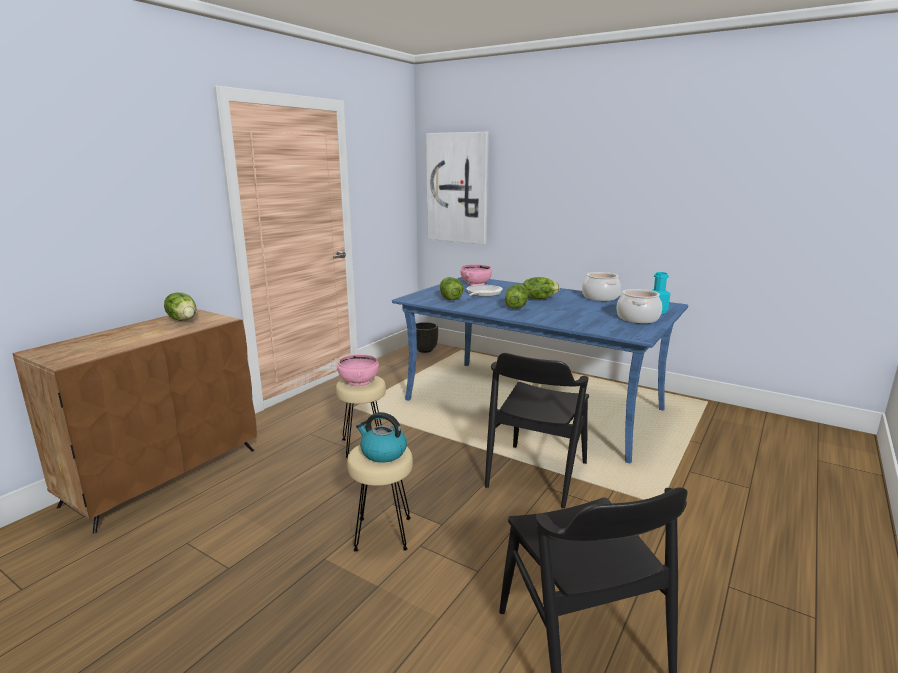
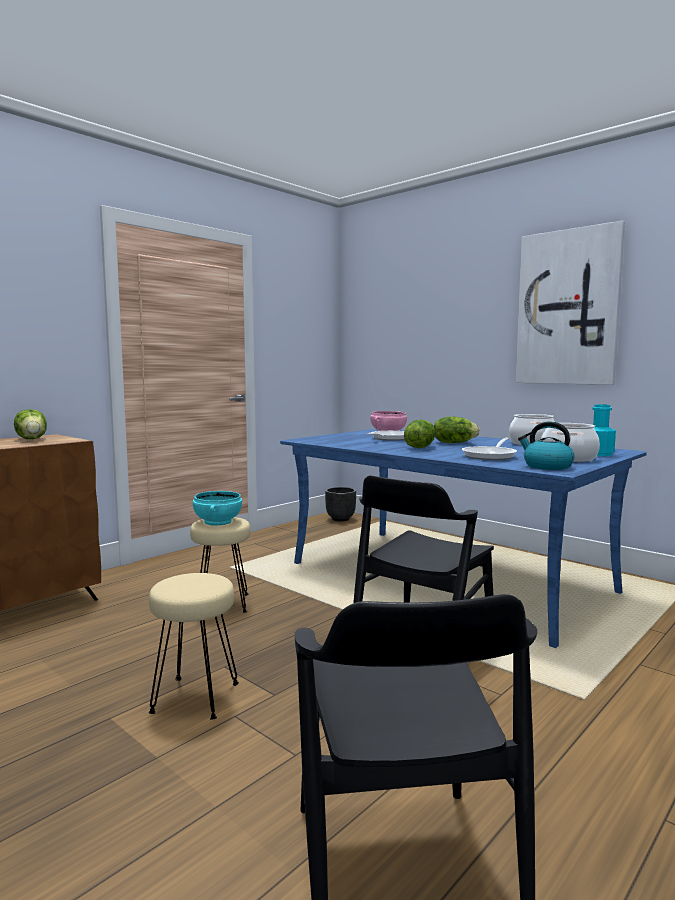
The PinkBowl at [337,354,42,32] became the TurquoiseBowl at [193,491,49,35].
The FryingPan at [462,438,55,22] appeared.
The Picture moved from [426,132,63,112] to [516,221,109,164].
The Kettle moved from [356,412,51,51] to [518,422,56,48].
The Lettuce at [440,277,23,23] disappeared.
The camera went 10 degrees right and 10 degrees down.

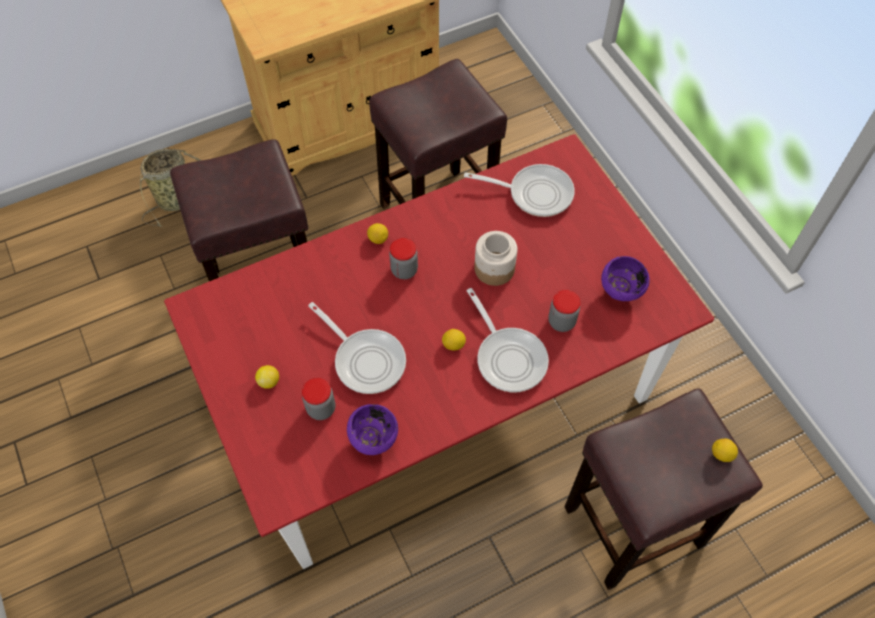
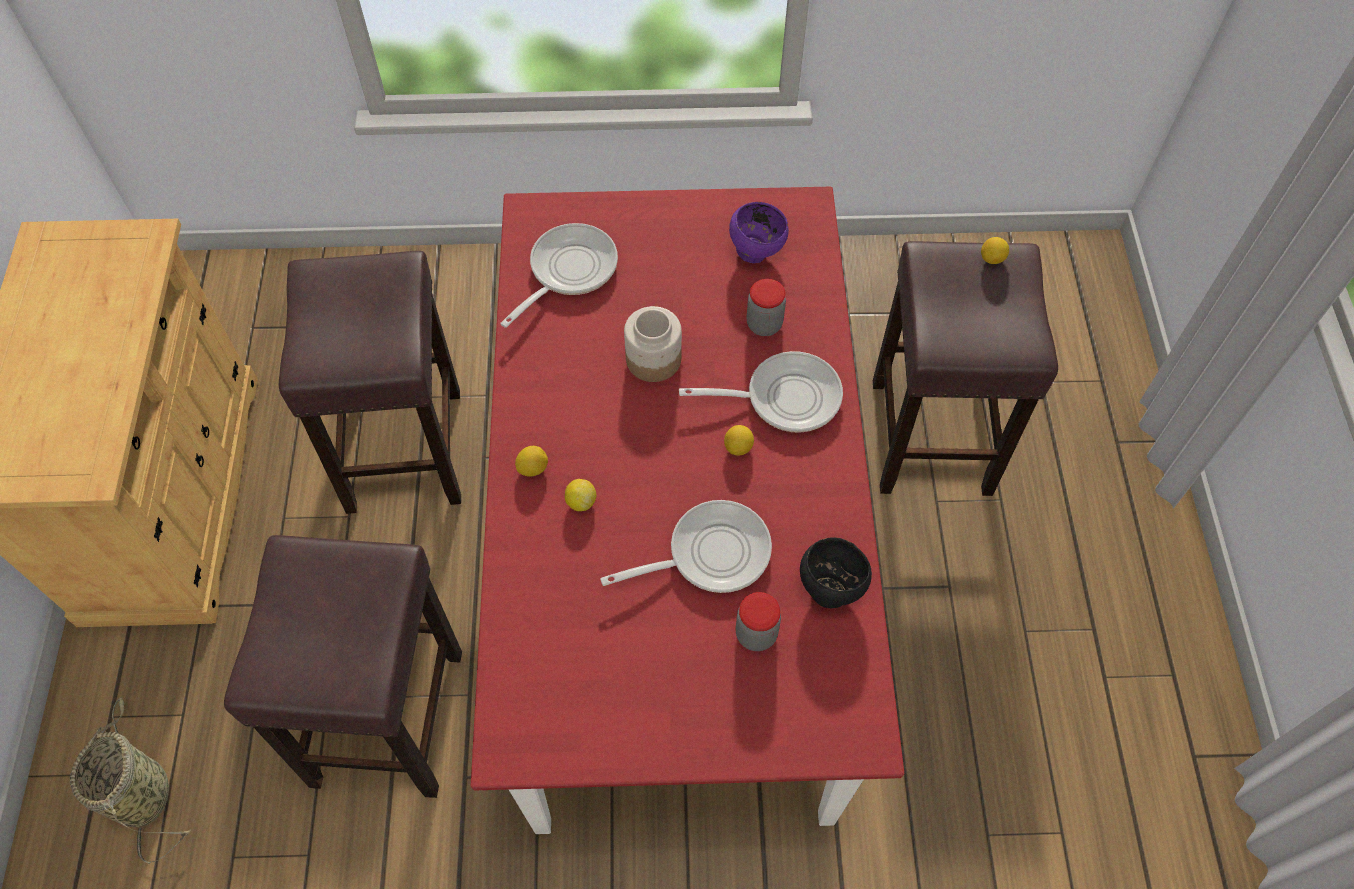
The Lemon moved from [255,365,24,24] to [565,479,31,32].
The PurpleBowl at [347,404,51,51] became the BlackBowl at [800,537,72,71].
The Jar at [389,238,29,42] disappeared.
The camera went 65 degrees left and 0 degrees up.

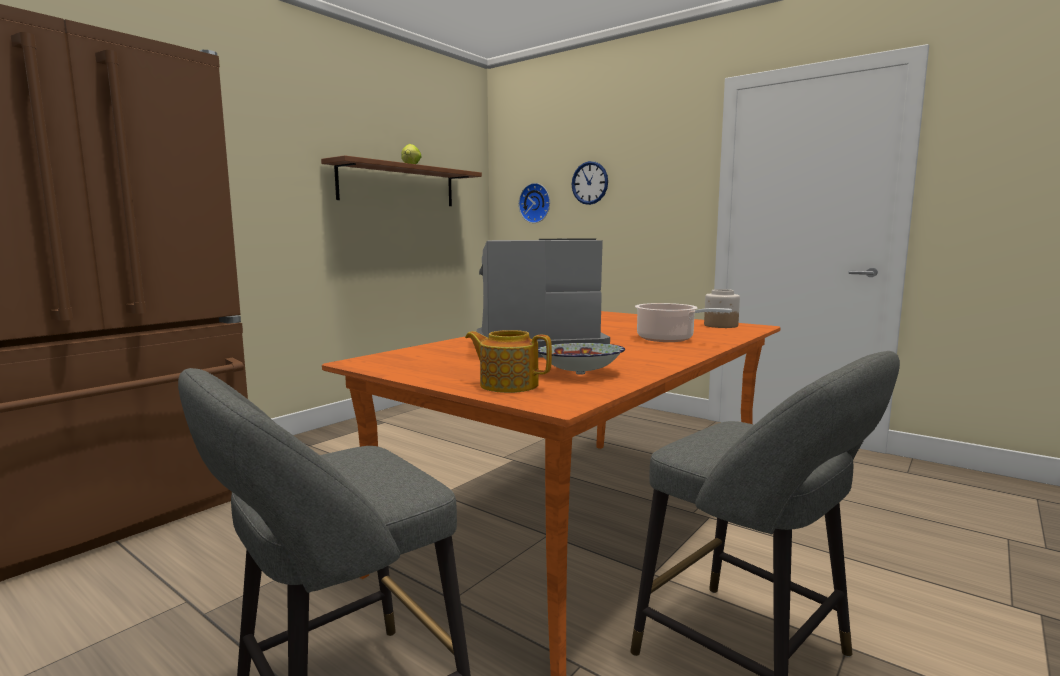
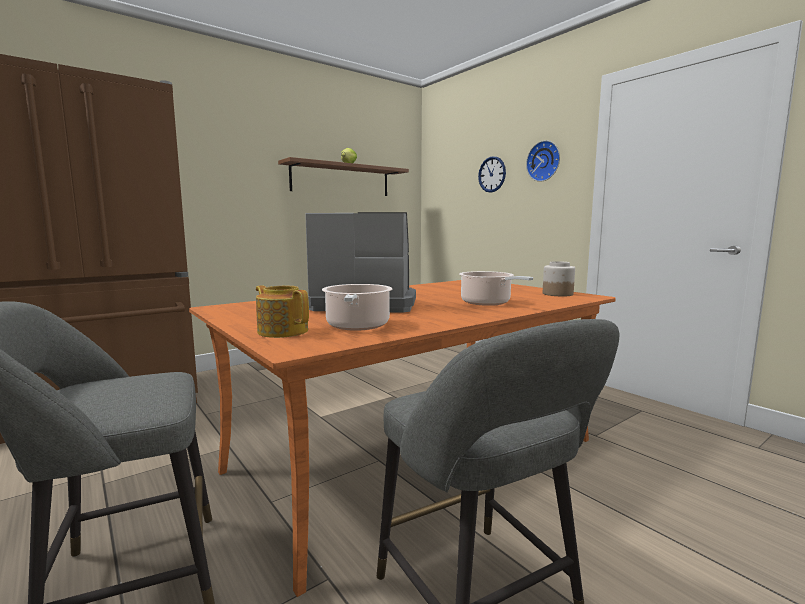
The Bowl at [538,343,87,32] was replaced by the CookingPot at [322,284,71,47].
The WallClock moved from [519,183,31,40] to [526,140,34,42].
The camera went 15 degrees right and 0 degrees up.

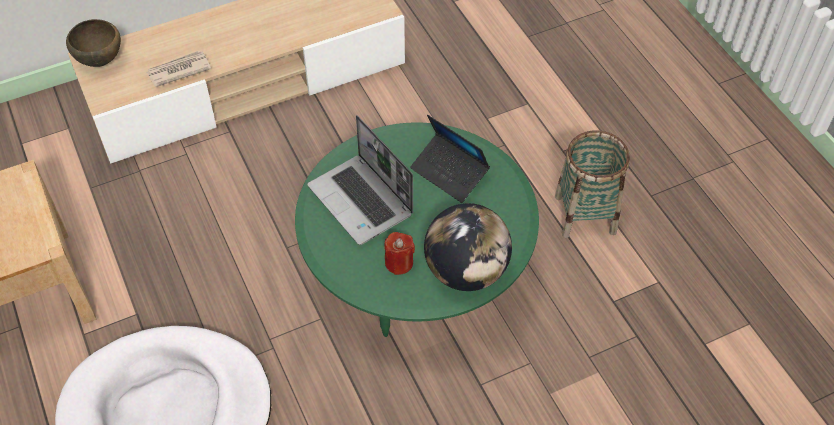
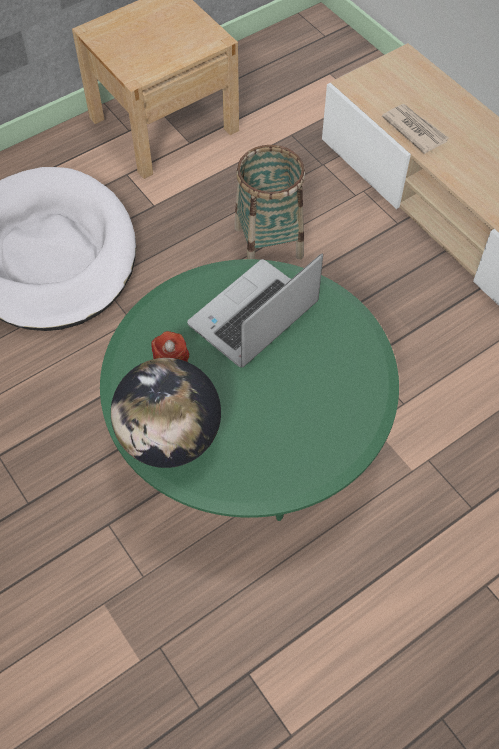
The Basket moved from [555,130,75,108] to [234,145,71,114].
The BrownBowl at [66,19,55,48] disappeared.
The Laptop at [410,115,80,88] disappeared.
The camera went 80 degrees right and 5 degrees up.

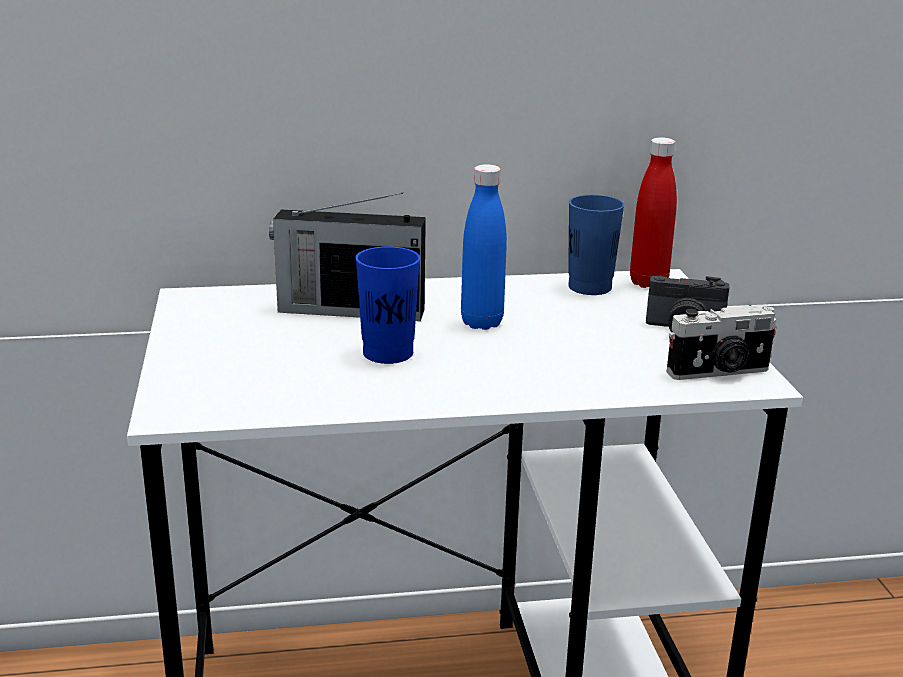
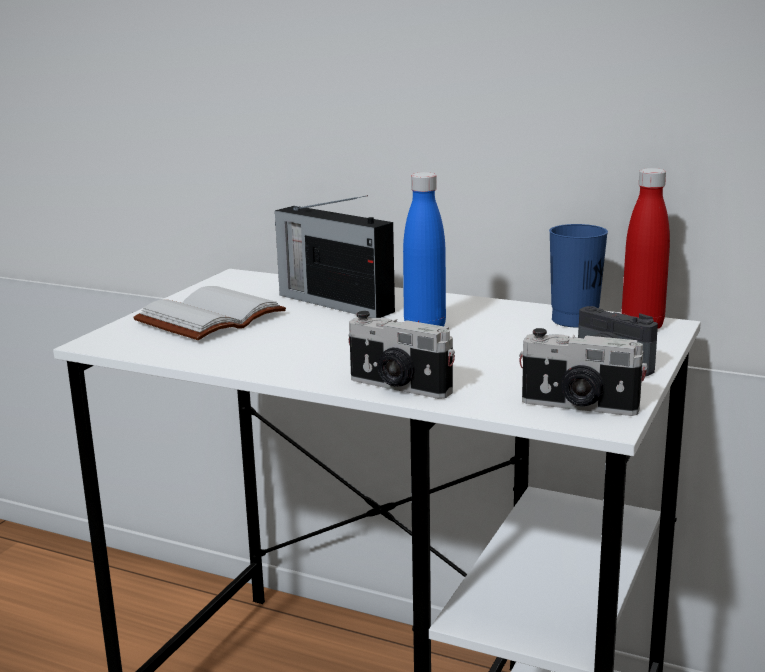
The WhiteBook at [133,286,153,54] appeared.
The PhotoCamera at [348,311,107,88] appeared.
The BlueCup at [355,246,65,118] disappeared.
The camera went 35 degrees right and 5 degrees down.

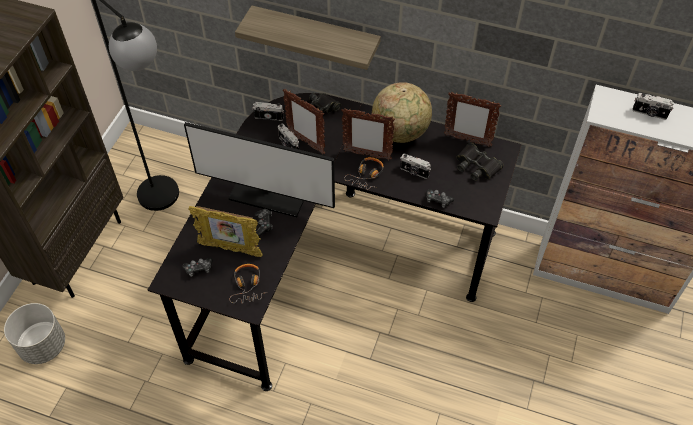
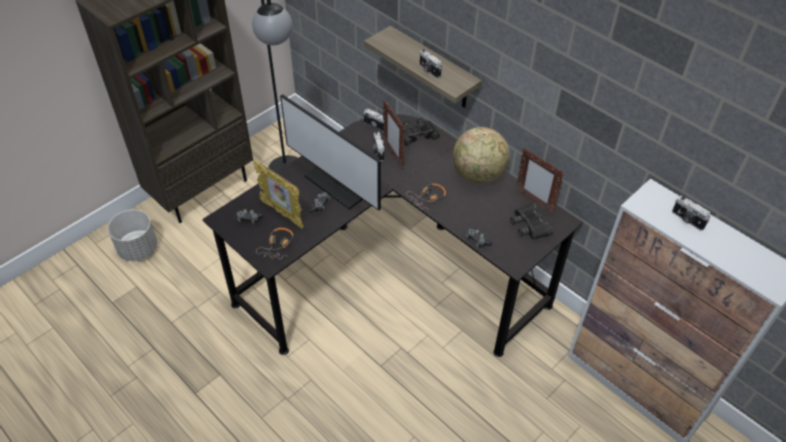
The PhotoCamera moved from [400,153,31,26] to [420,49,22,29].
The PictureFrame at [341,108,54,52] disappeared.
The camera went 25 degrees right and 5 degrees down.

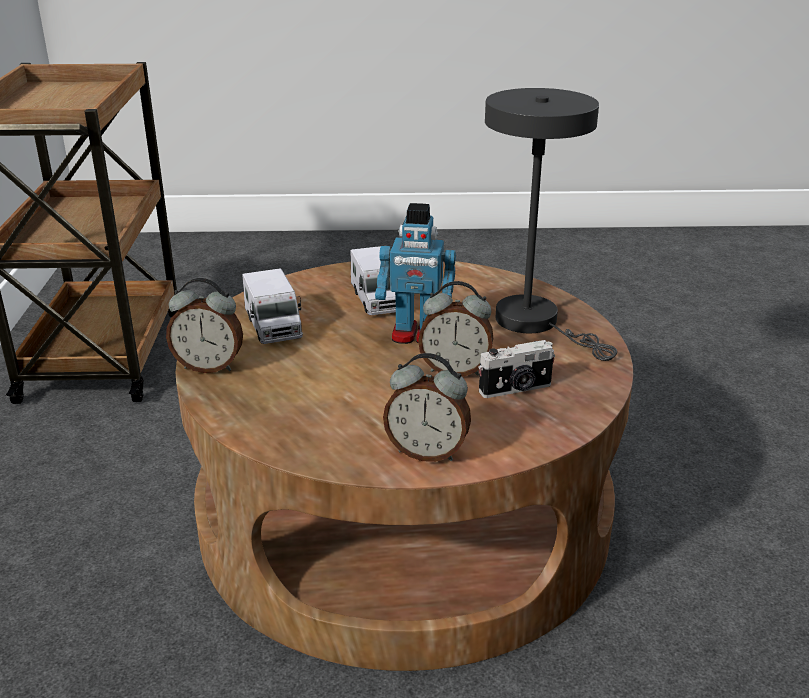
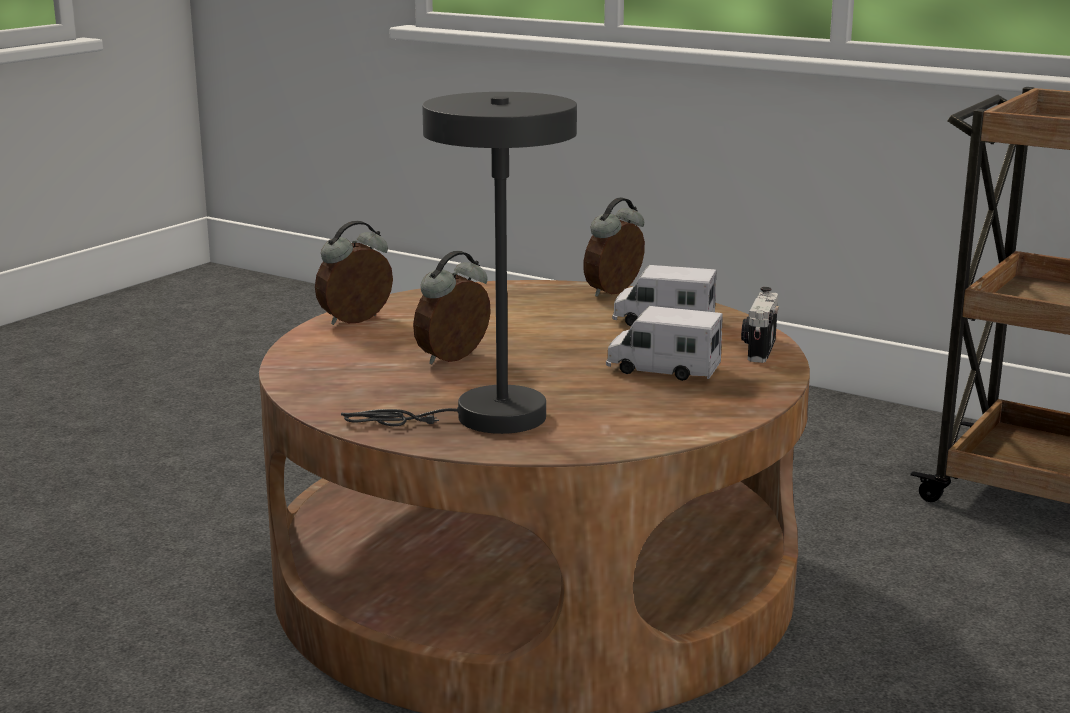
The PhotoCamera moved from [478,340,77,58] to [741,287,38,76].
The ToyRobot at [375,203,81,141] disappeared.
The camera went 125 degrees right and 10 degrees down.

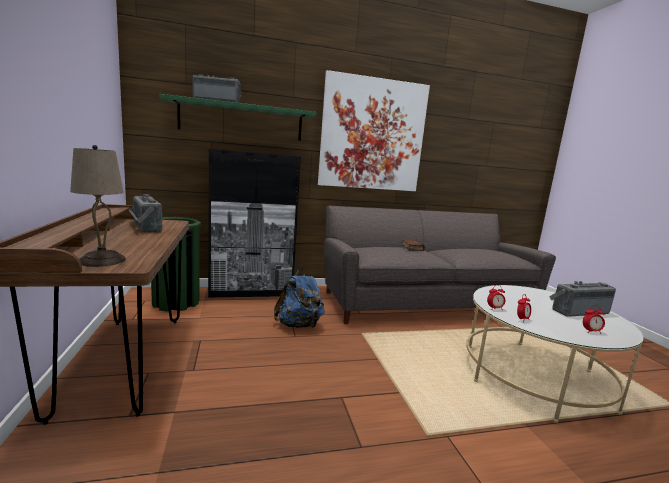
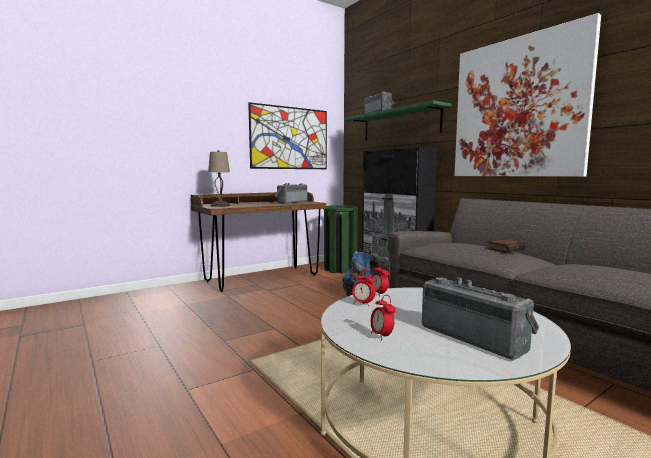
The Picture at [248,102,79,67] appeared.
The camera went 70 degrees right and 5 degrees down.

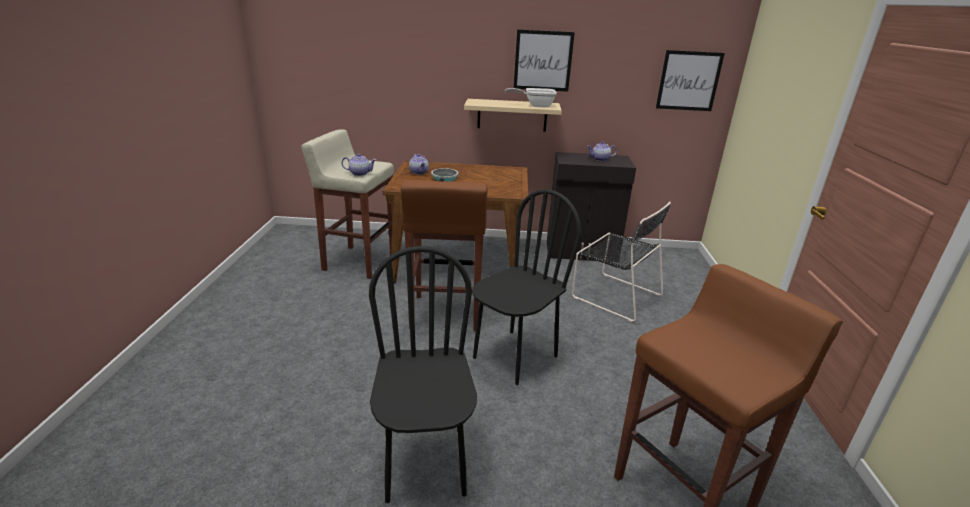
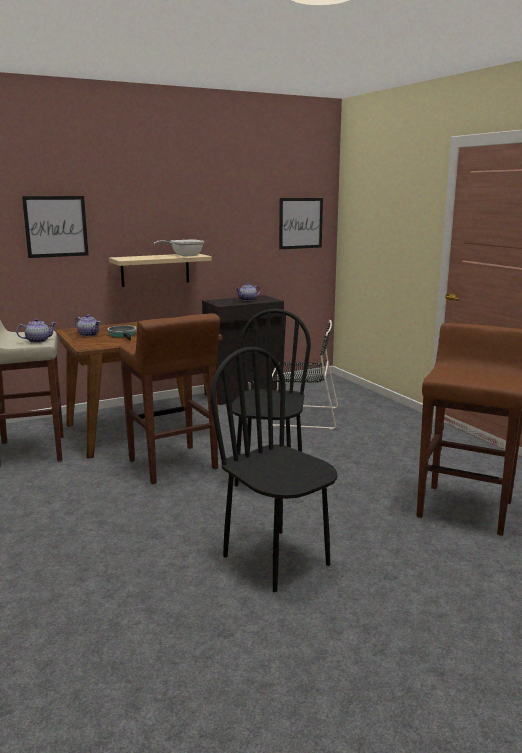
The Picture moved from [514,29,61,63] to [22,196,66,62].
The camera went 30 degrees left and 10 degrees down.

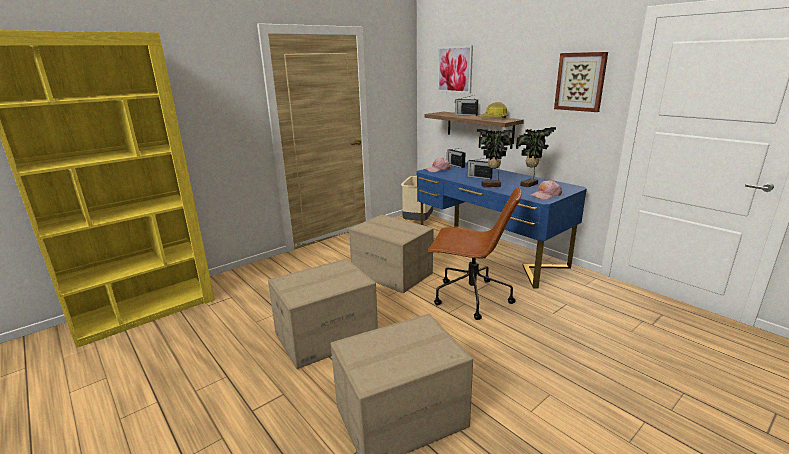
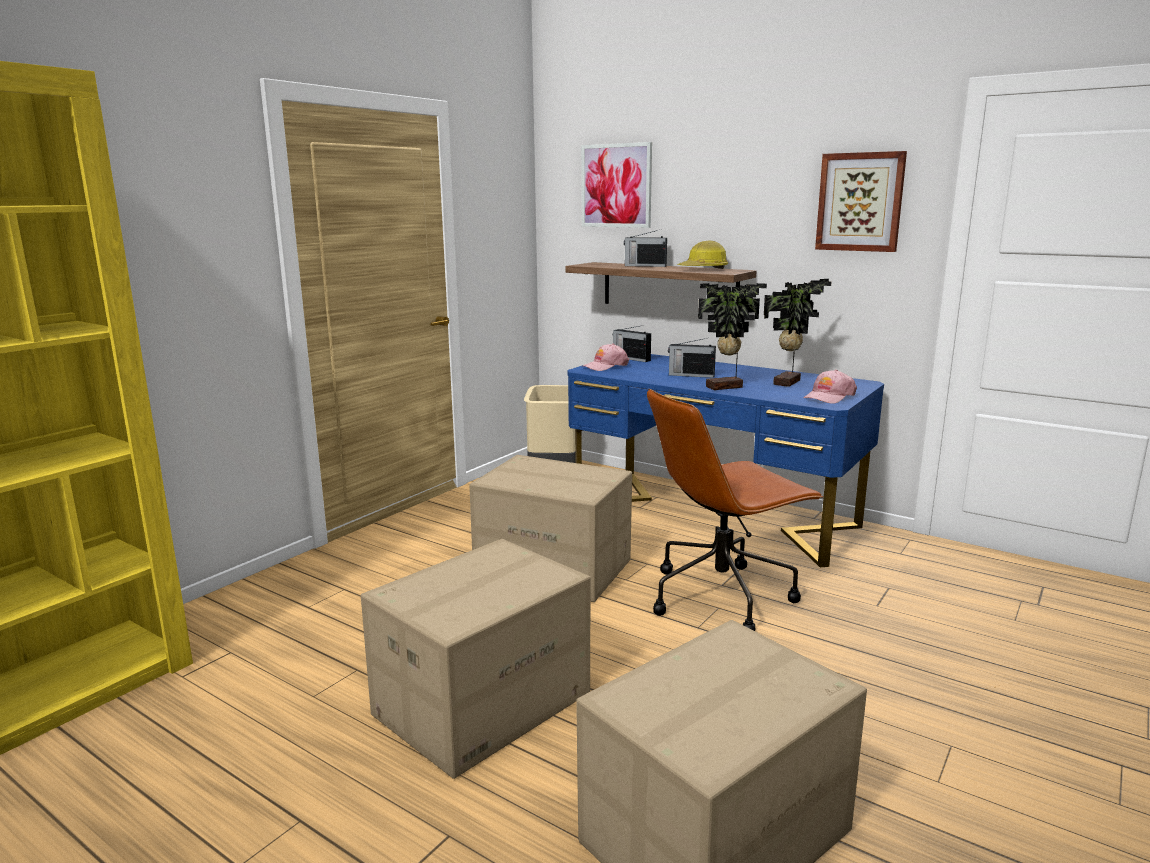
The BrownOfficeChair at [428,187,93,133] turned 150 degrees clockwise.
The camera went 15 degrees left and 5 degrees down.

